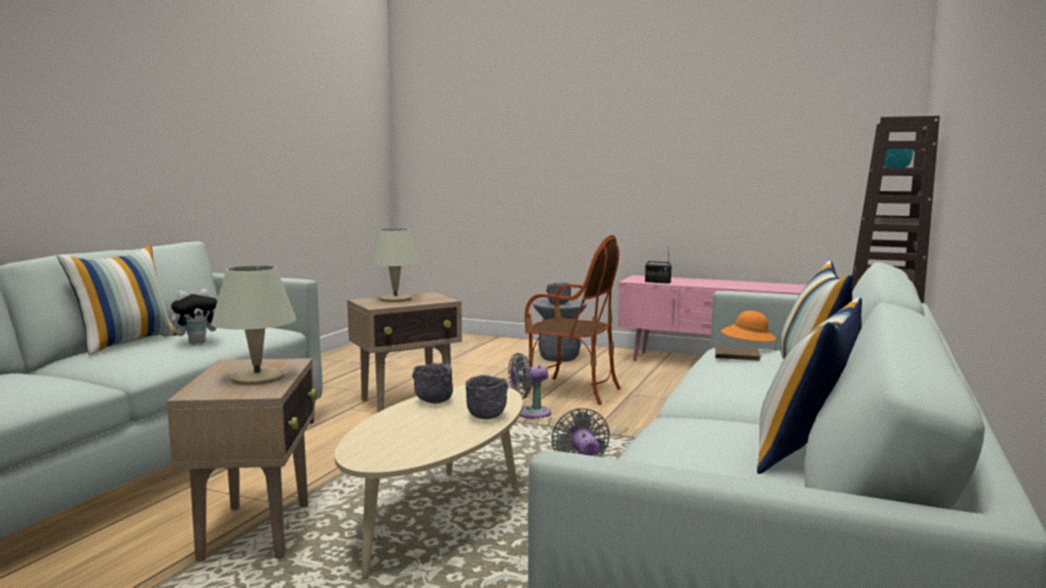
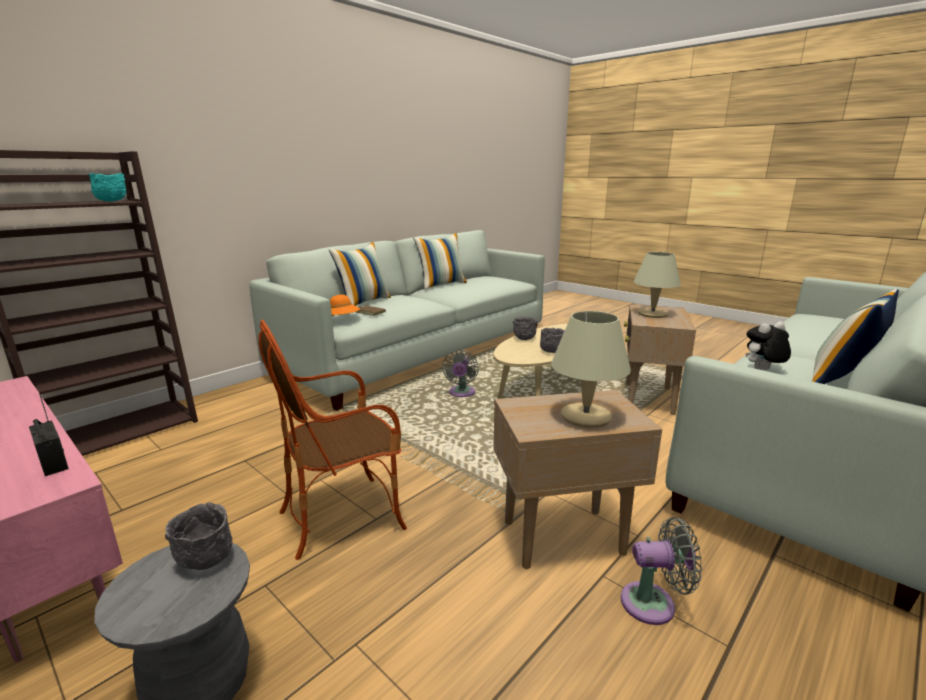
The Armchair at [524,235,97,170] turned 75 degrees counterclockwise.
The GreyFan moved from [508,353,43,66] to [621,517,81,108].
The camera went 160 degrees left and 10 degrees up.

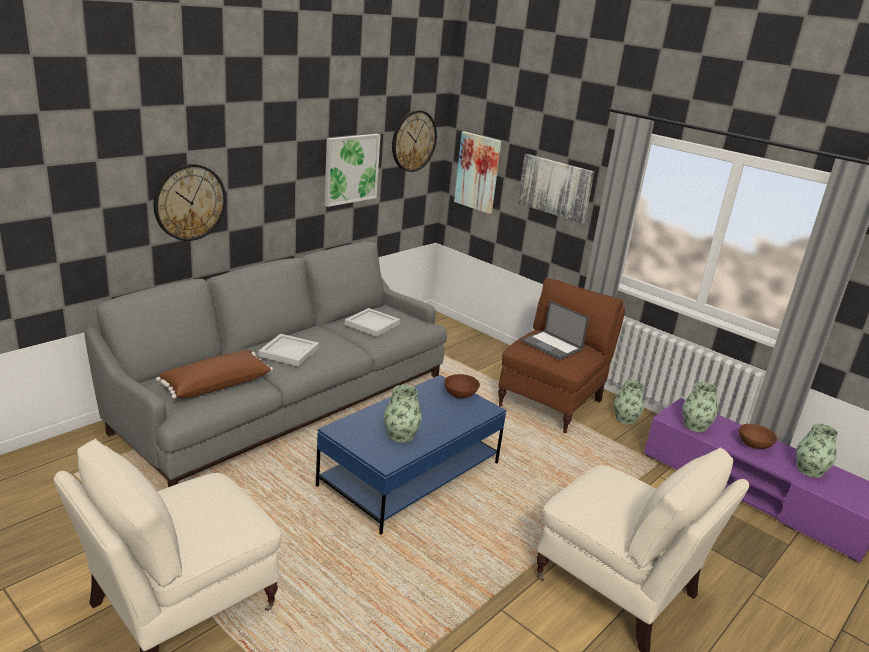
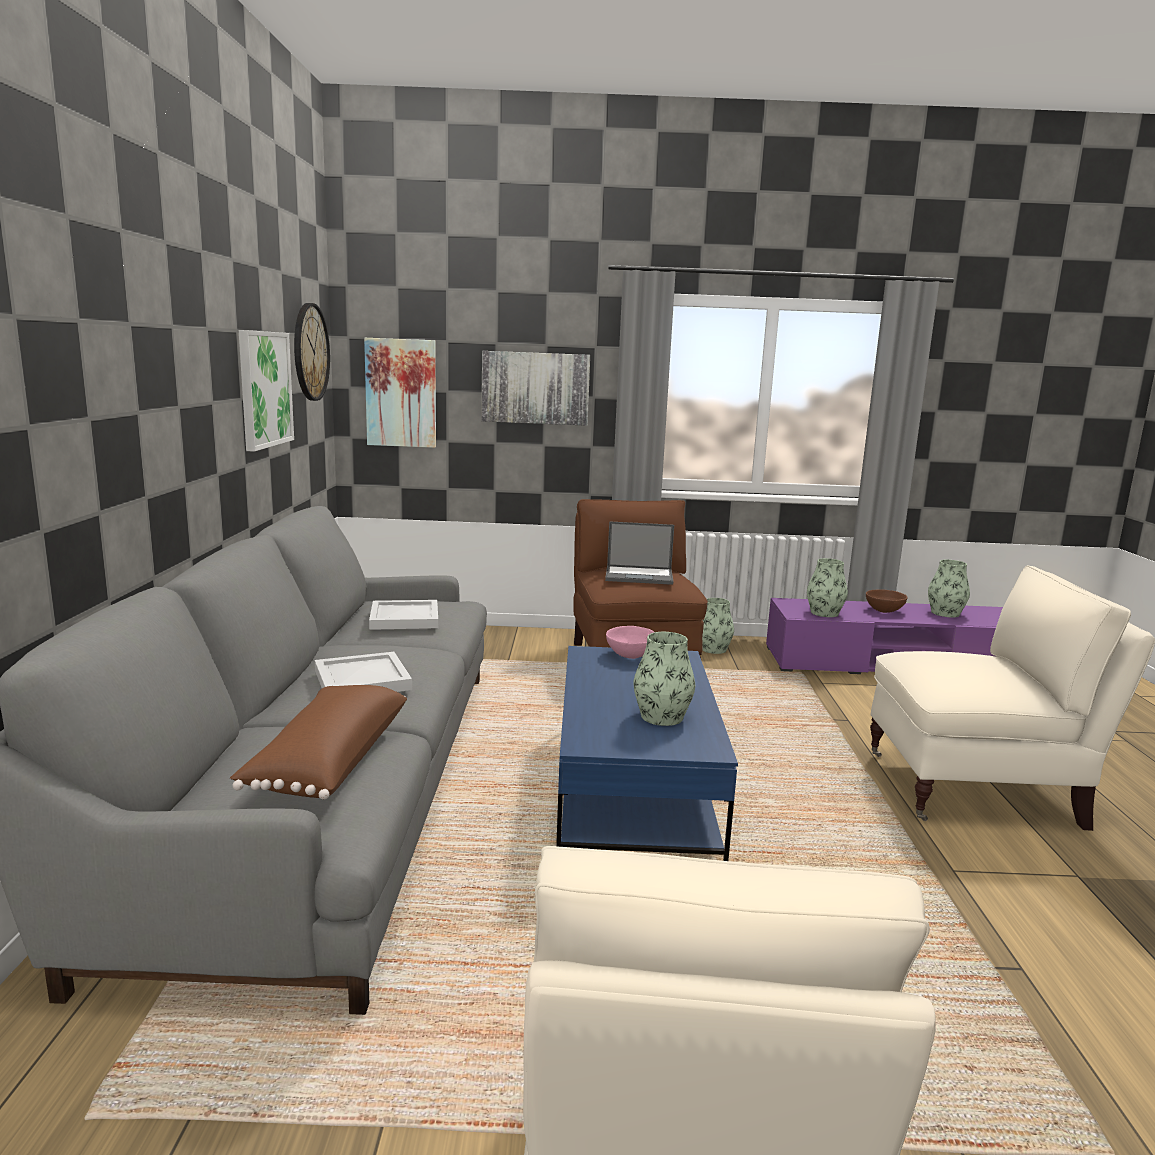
The BrownBowl at [444,374,36,25] became the PinkBowl at [606,626,48,33].
The WallClock at [153,164,73,77] disappeared.
The camera went 40 degrees left and 10 degrees down.

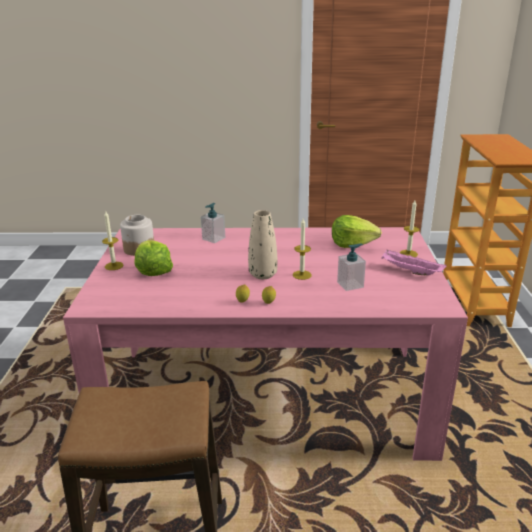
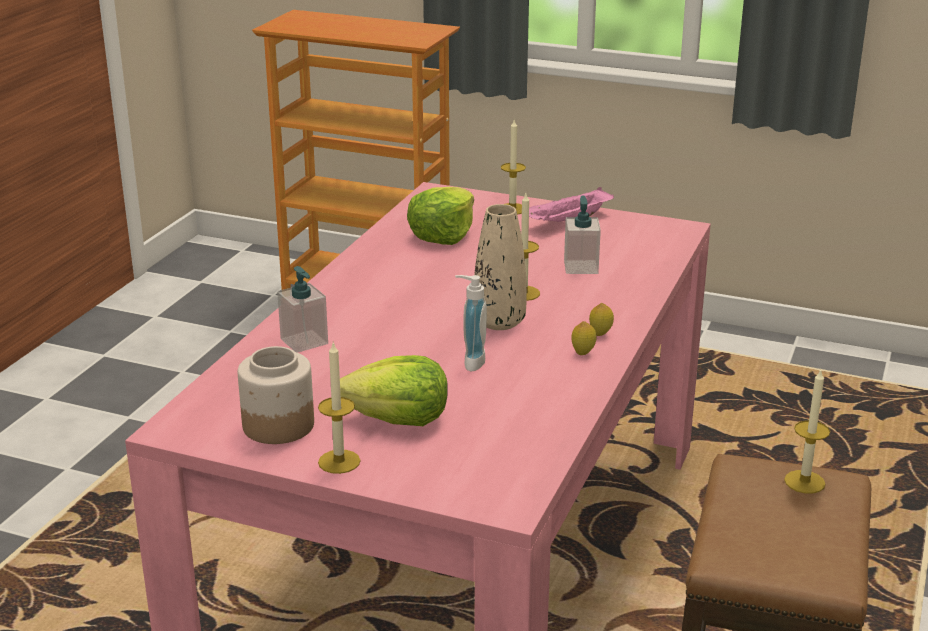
The SoapDispenser at [455,275,32,96] appeared.
The Candle at [784,369,46,125] appeared.
The camera went 70 degrees left and 0 degrees up.

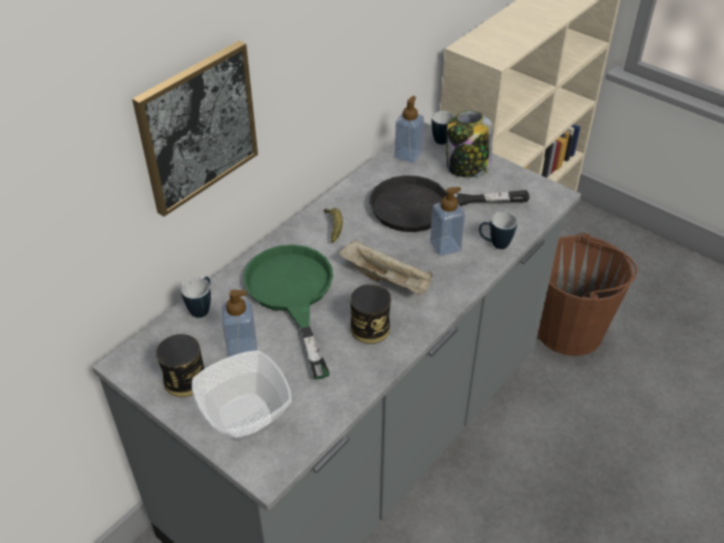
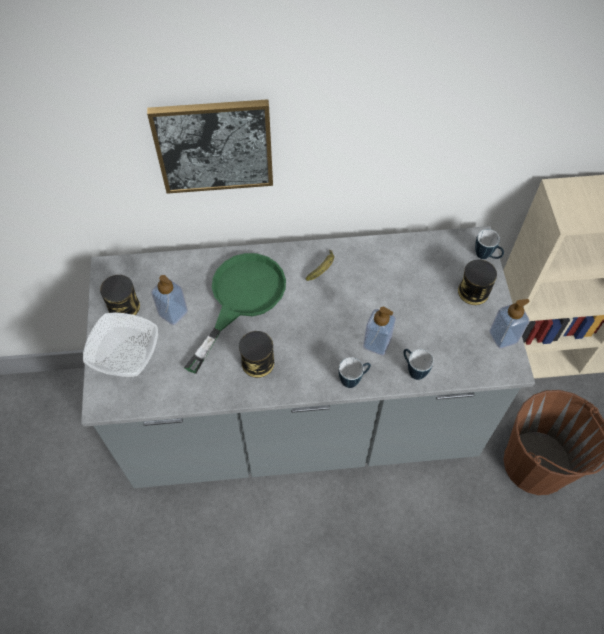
The Mug moved from [181,277,30,41] to [339,357,32,31].
The Jar at [447,111,45,66] was replaced by the Can at [458,259,39,46].
The SoapDispenser moved from [395,96,29,67] to [489,299,41,49].
The BeigeTray at [339,240,94,55] disappeared.
The BlackFryingPan at [369,175,161,57] disappeared.
The camera went 45 degrees right and 15 degrees up.

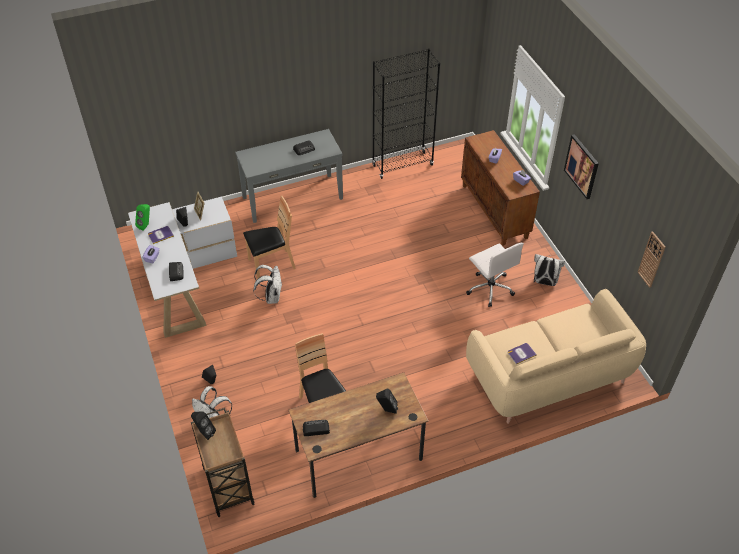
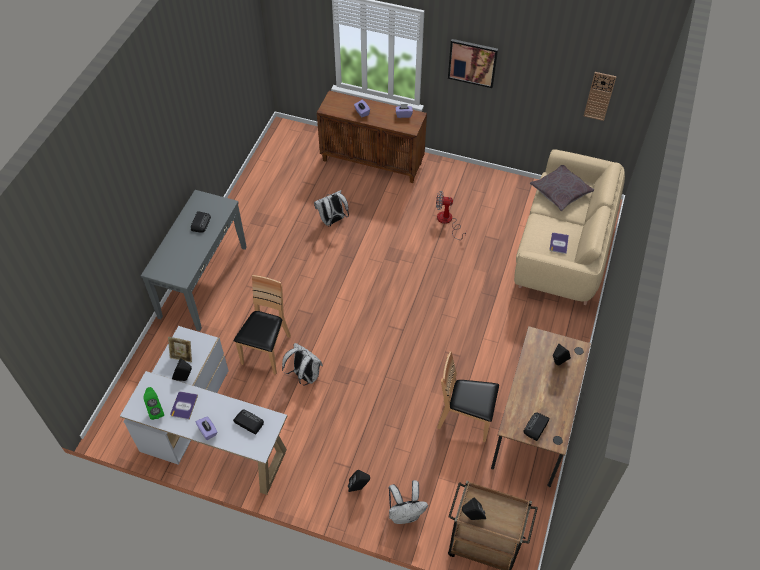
The WhiteBackpack moved from [534,254,31,32] to [314,190,35,36].
The WhiteOfficeChair at [466,243,58,64] was replaced by the Fan at [436,191,30,49].
The GreyPillow at [530,165,64,46] appeared.
The BlackBookcase at [372,48,68,131] disappeared.
The camera went 50 degrees left and 5 degrees up.

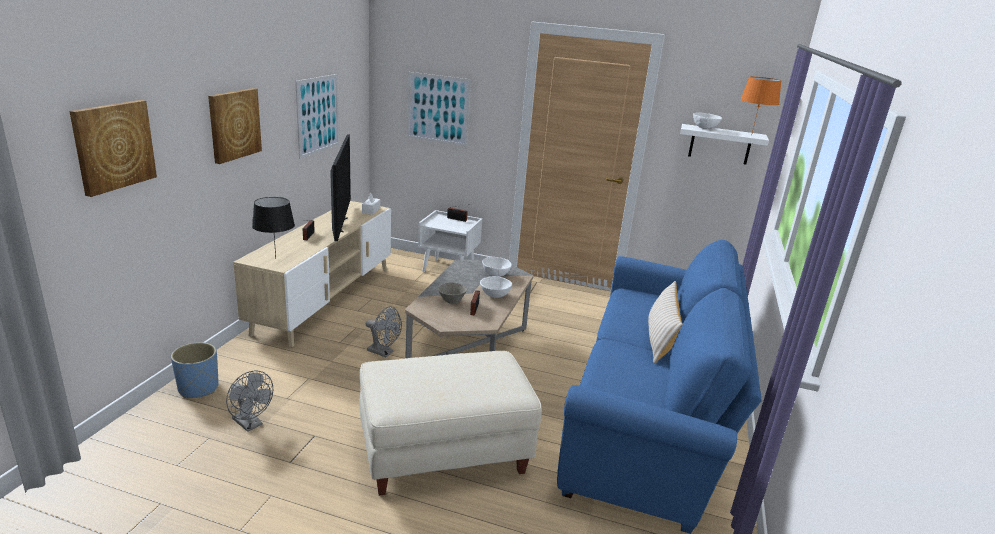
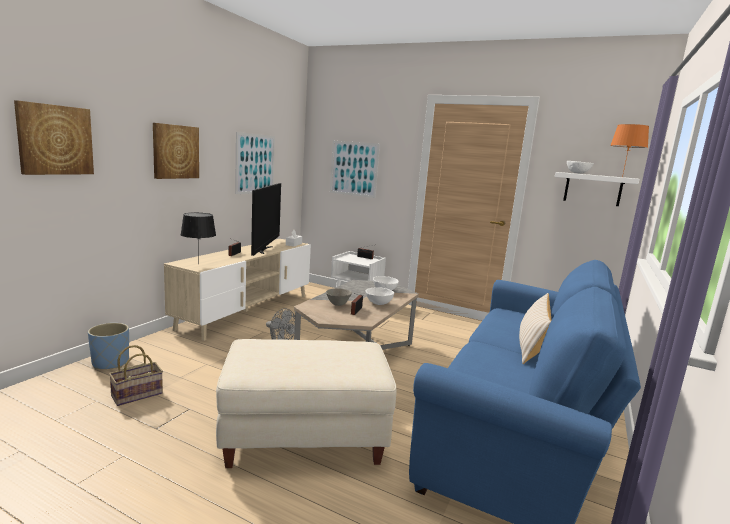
The GreyFan at [226,370,47,62] was replaced by the Basket at [109,345,54,61].
The camera went 10 degrees right and 10 degrees down.

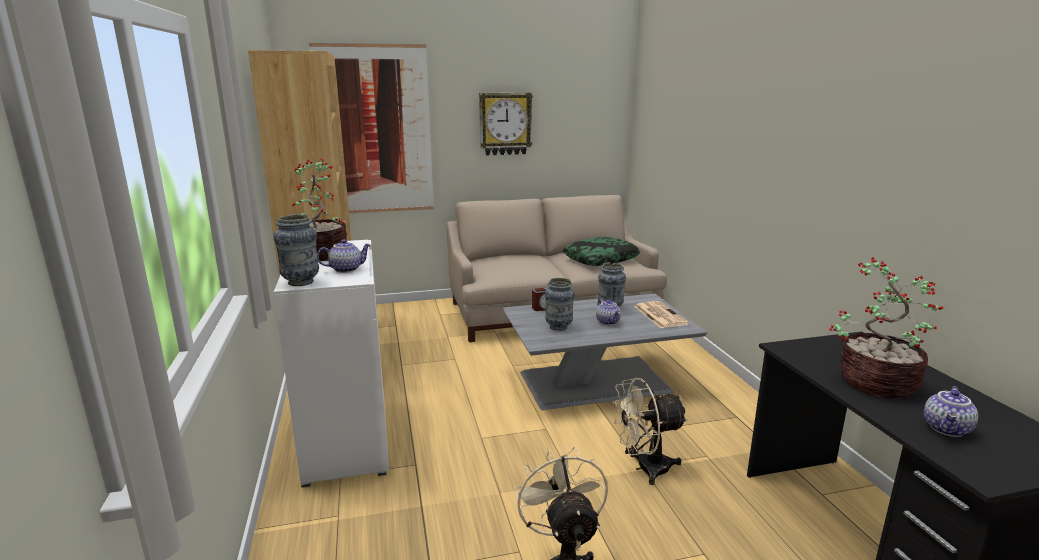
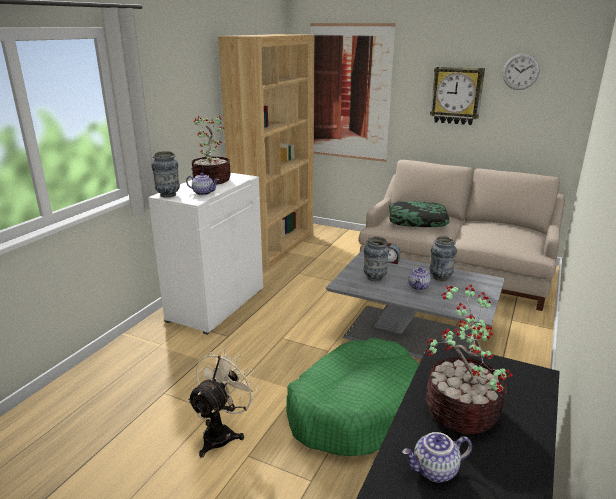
The BeigeFan at [612,378,76,107] was replaced by the GreenDogBed at [286,338,133,118].
The Pillow moved from [563,237,77,29] to [389,201,61,26].
The WallClock at [503,53,37,37] appeared.
The Newspaper at [635,301,54,27] disappeared.
The camera went 40 degrees right and 5 degrees up.

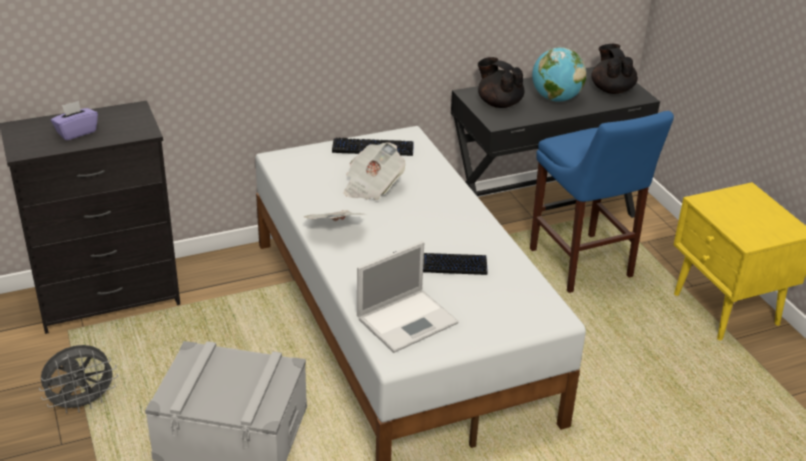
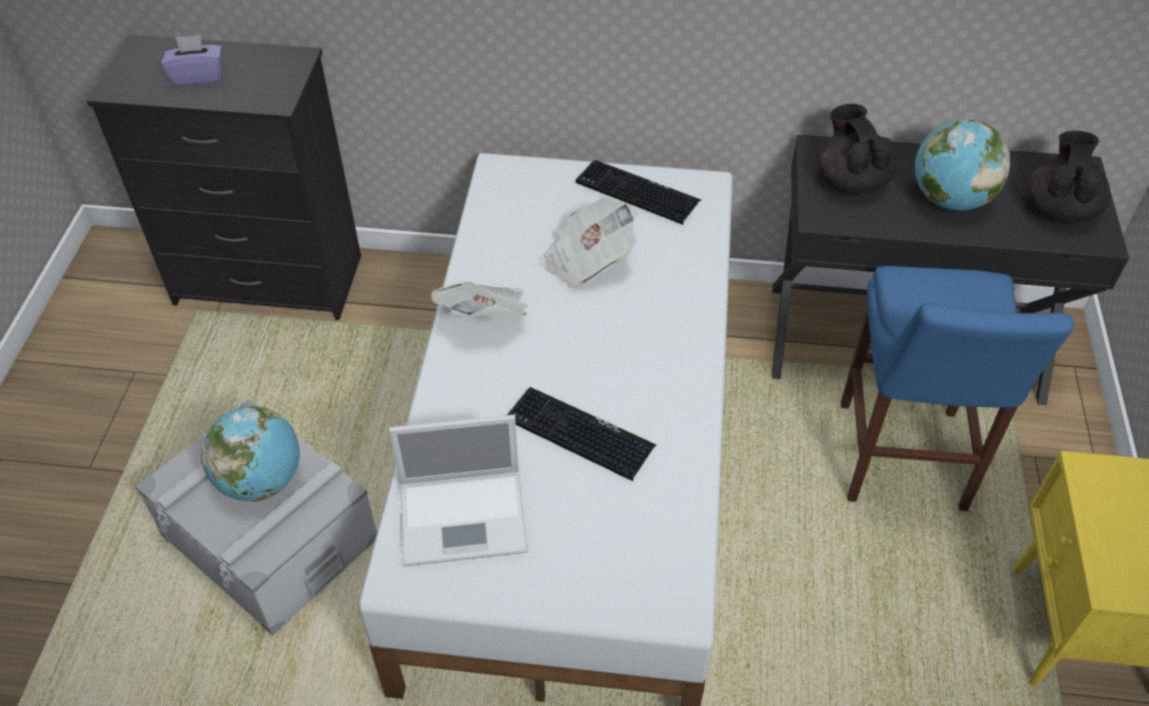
The Globe at [201,406,99,95] appeared.
The GreyFan at [39,345,79,68] disappeared.
The camera went 30 degrees right and 15 degrees up.

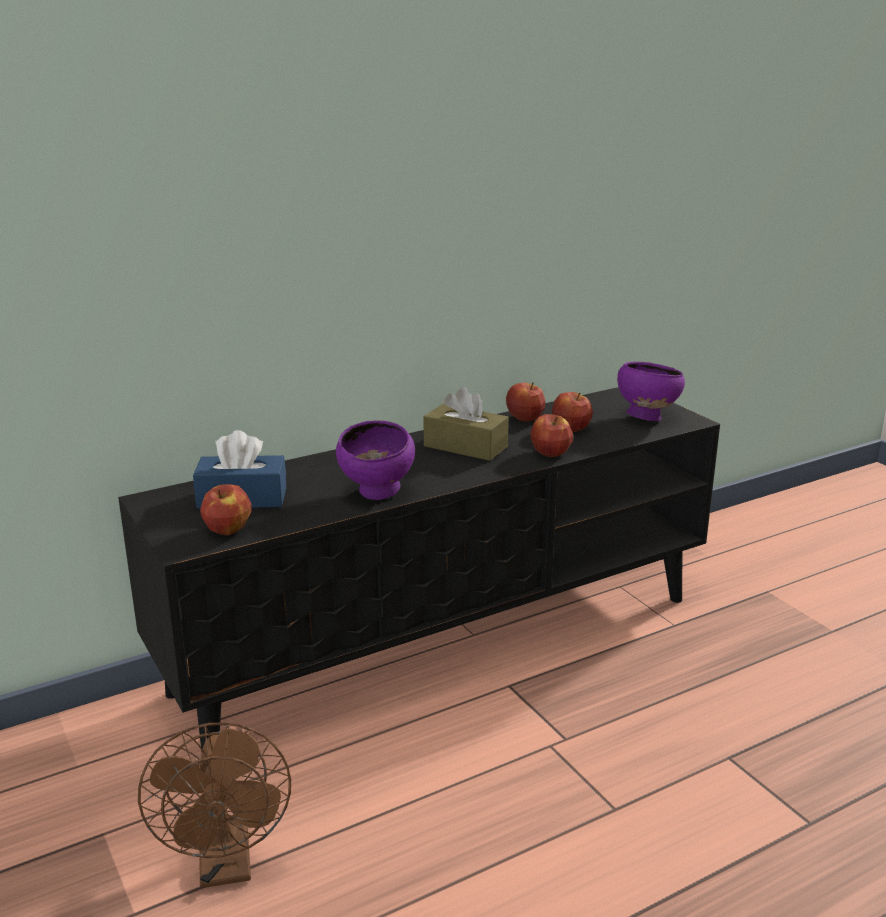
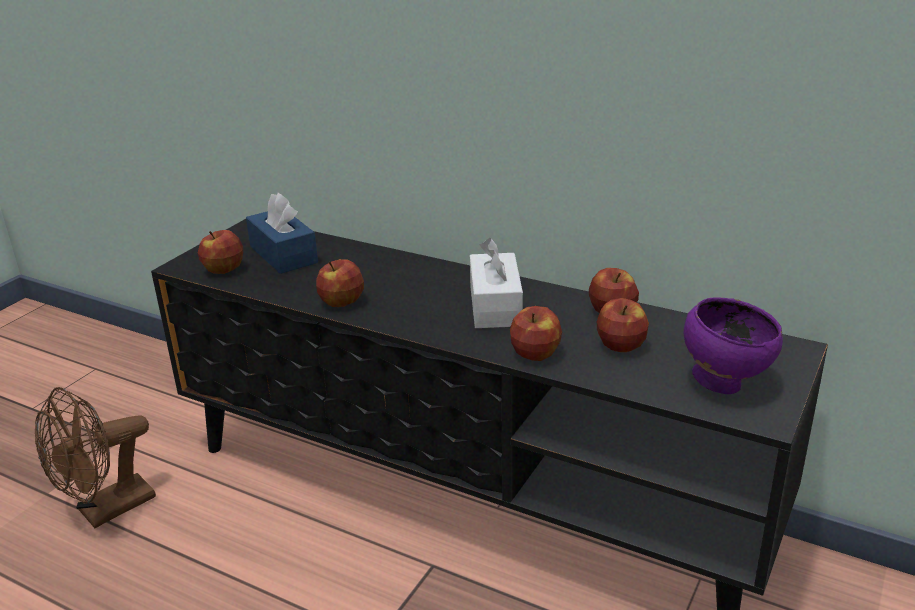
The PurpleBowl at [336,420,79,80] was replaced by the Apple at [316,259,48,48].
The BrownTissueBox at [424,387,85,74] became the WhiteTissueBox at [470,238,53,90].
The camera went 60 degrees right and 5 degrees up.

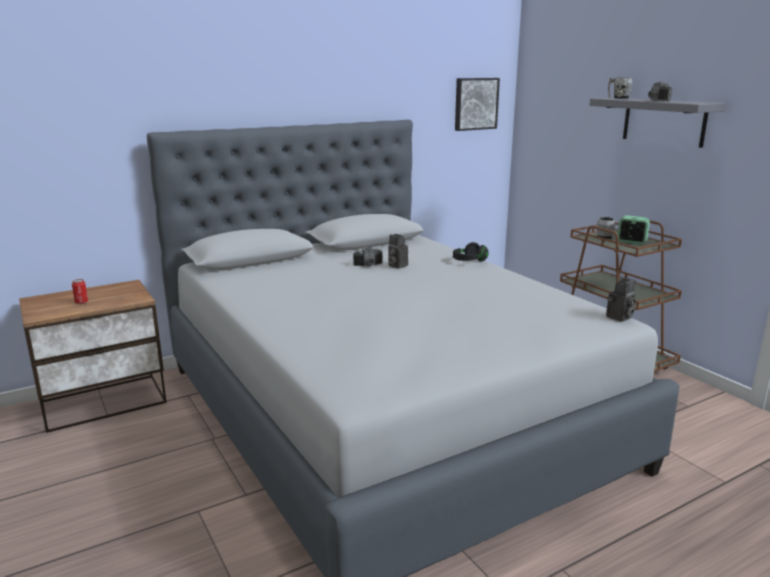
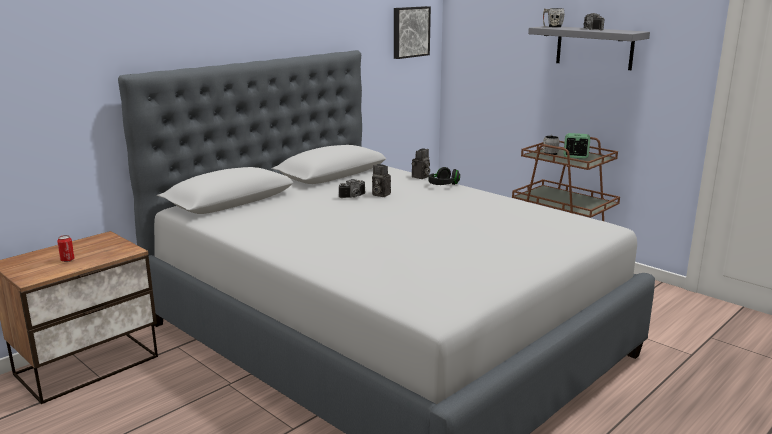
The PhotoCamera moved from [606,278,29,44] to [412,149,18,30].
The camera went 15 degrees left and 0 degrees up.

